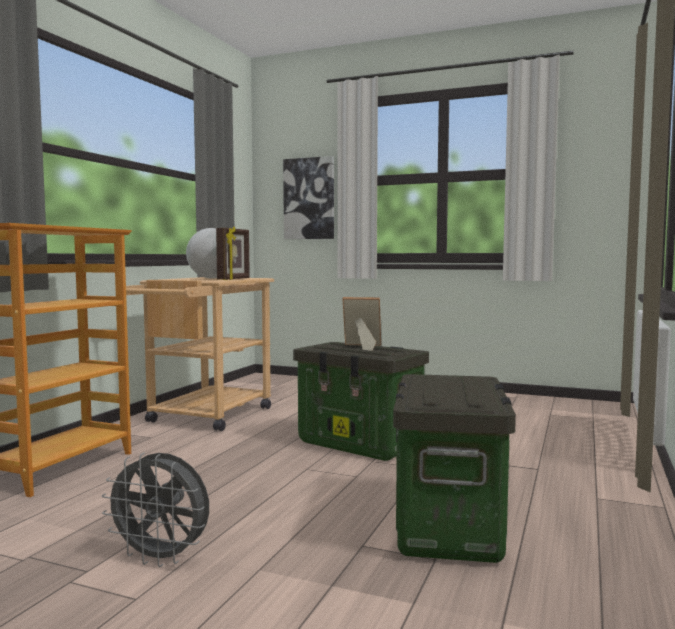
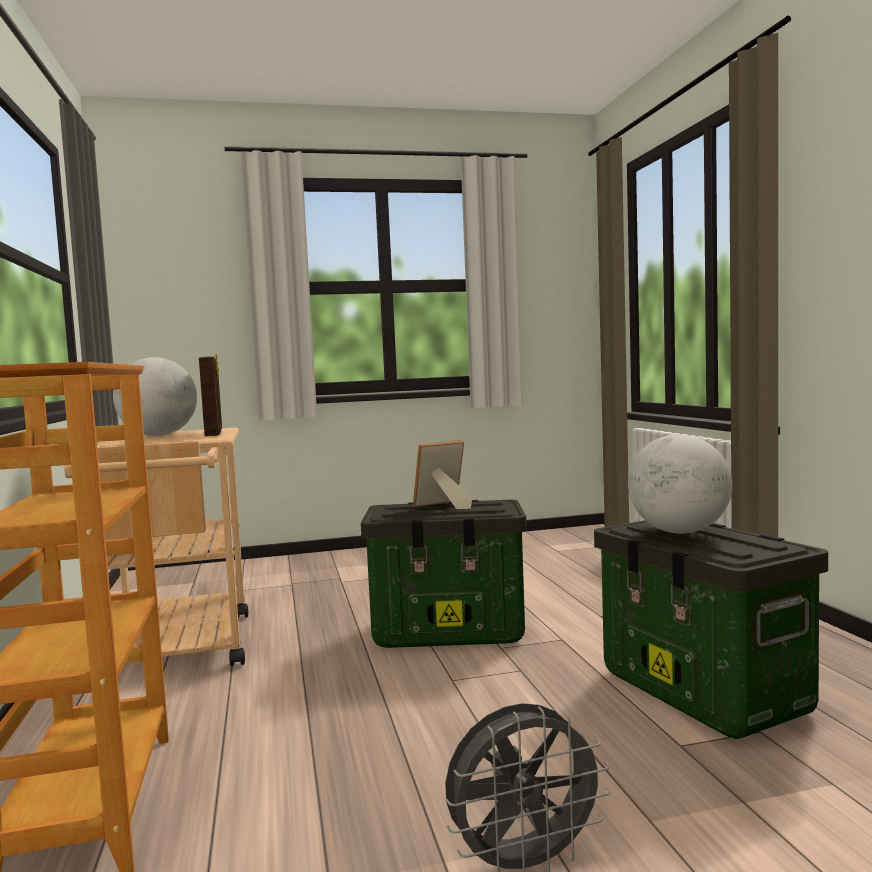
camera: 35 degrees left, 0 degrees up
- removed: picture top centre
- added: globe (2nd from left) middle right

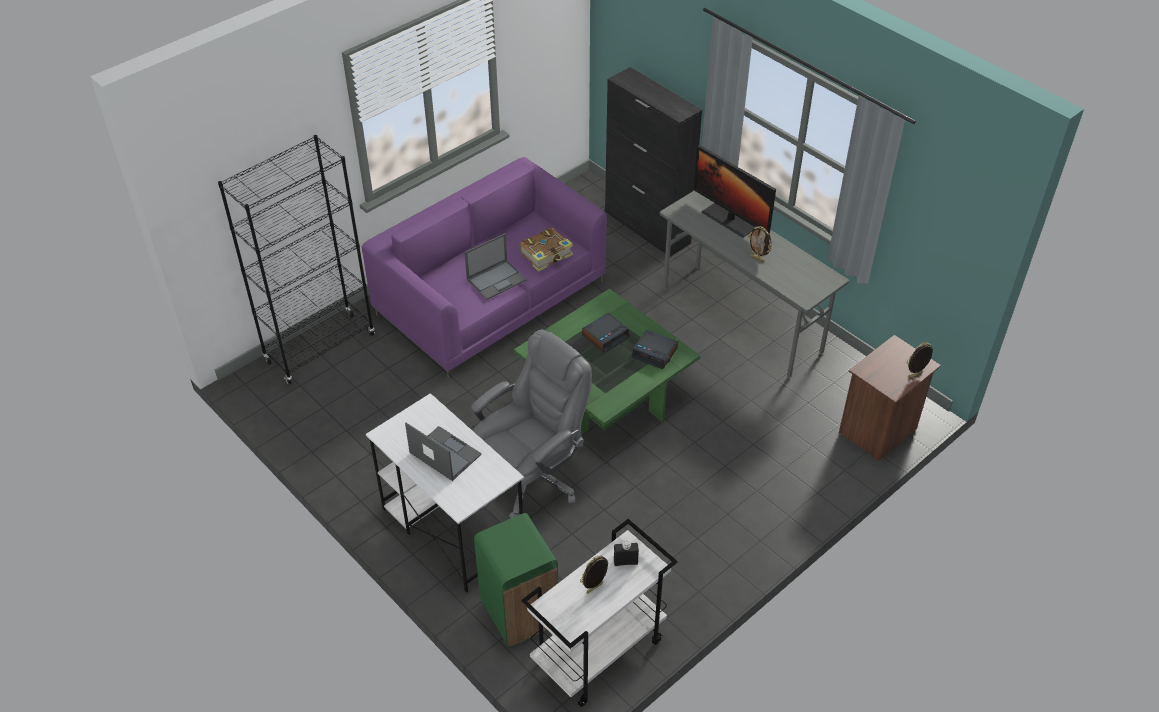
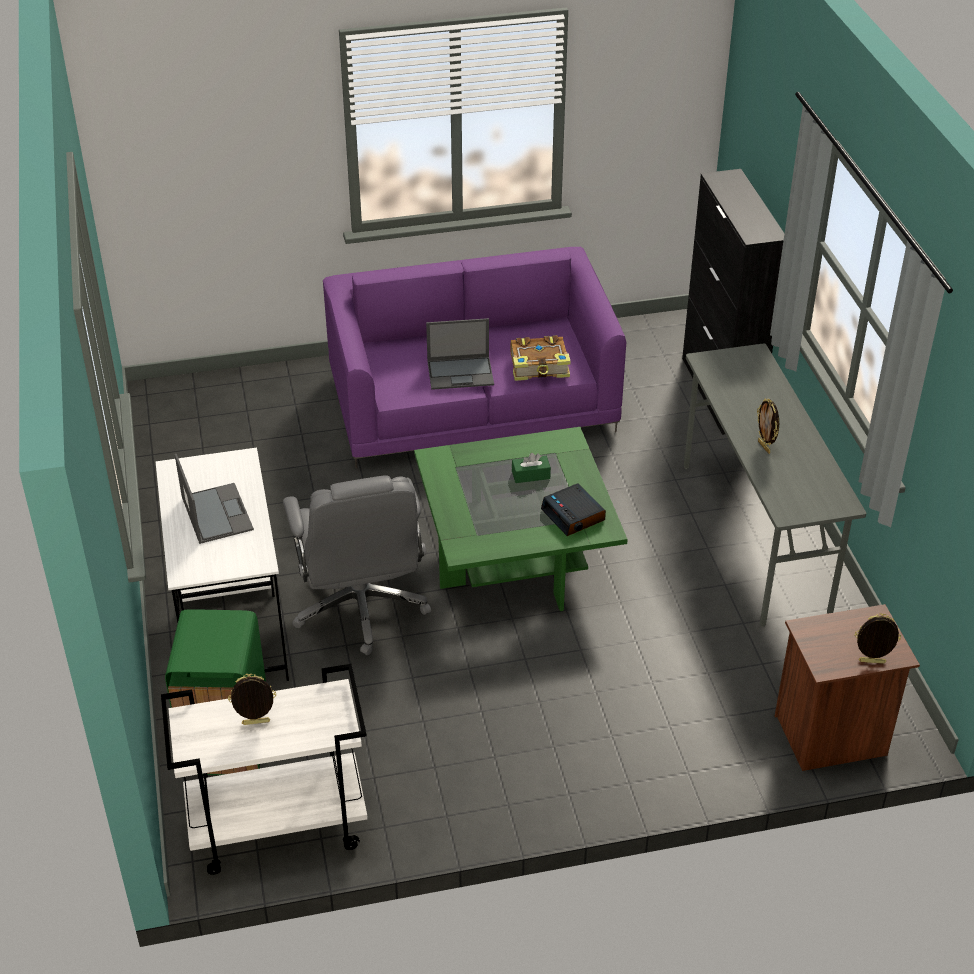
camera: 30 degrees right, 5 degrees down
- removed: black bookcase middle left
- removed: black bottle bottom centre
- removed: monitor top centre
- replaced: alarm clock (1st from left) centre to green tissue box centre
- turned: grey office chair centre = centre 90 degrees clockwise

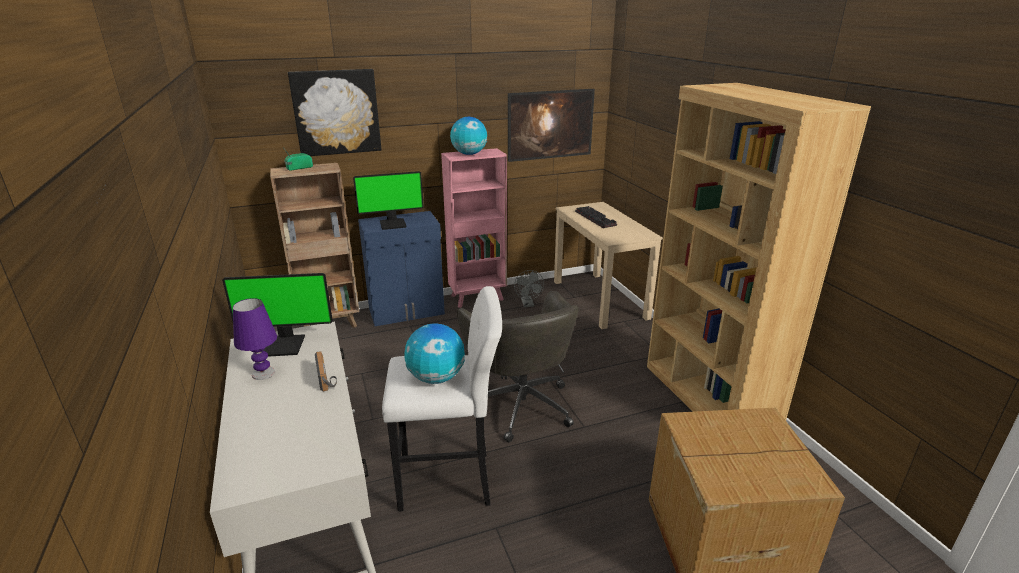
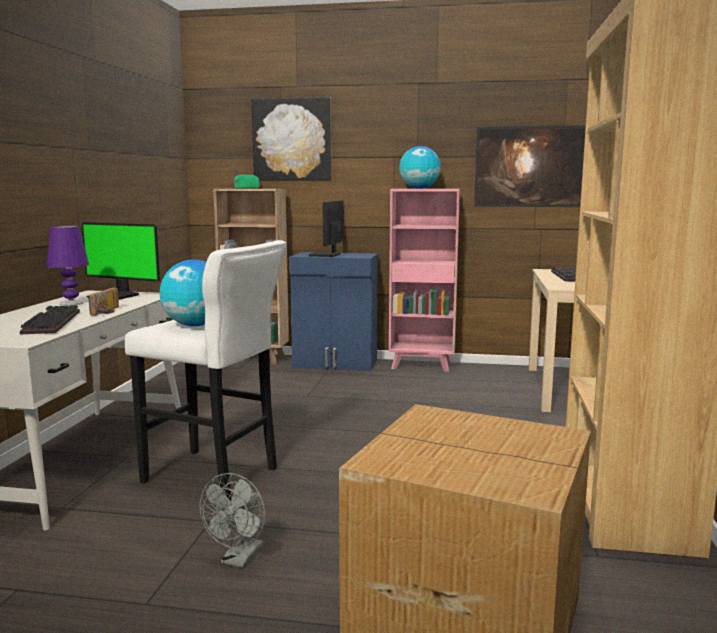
camera: 30 degrees right, 15 degrees down
- removed: grey office chair centre
- added: keyboard (1st from left) middle left
- moved: grey fan centre to bottom left
- turned: monitor (2nd from left) centre = centre 90 degrees clockwise

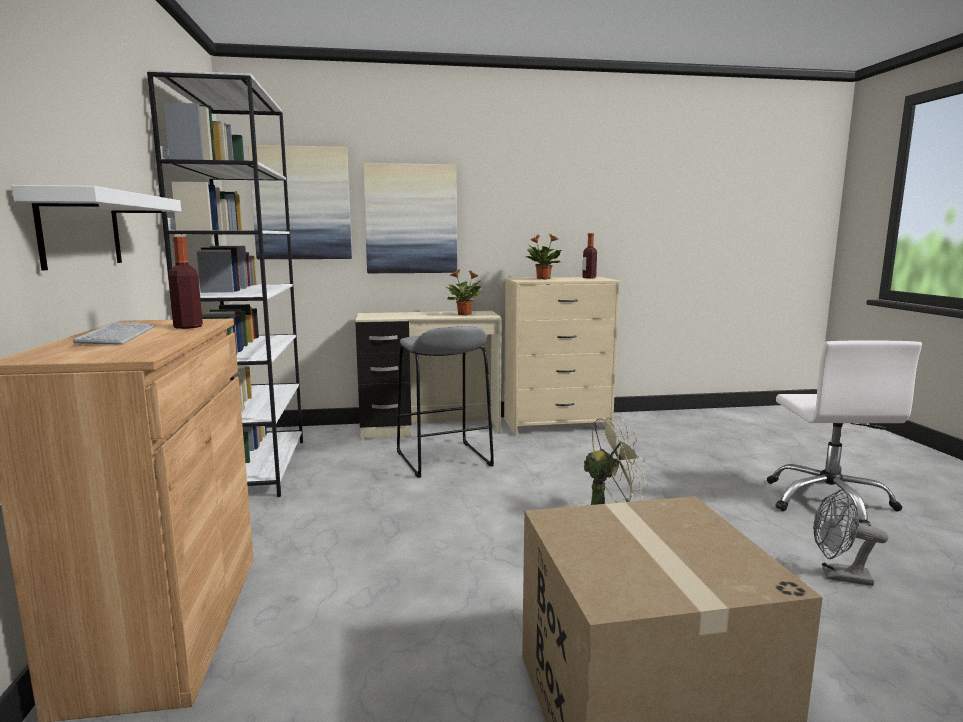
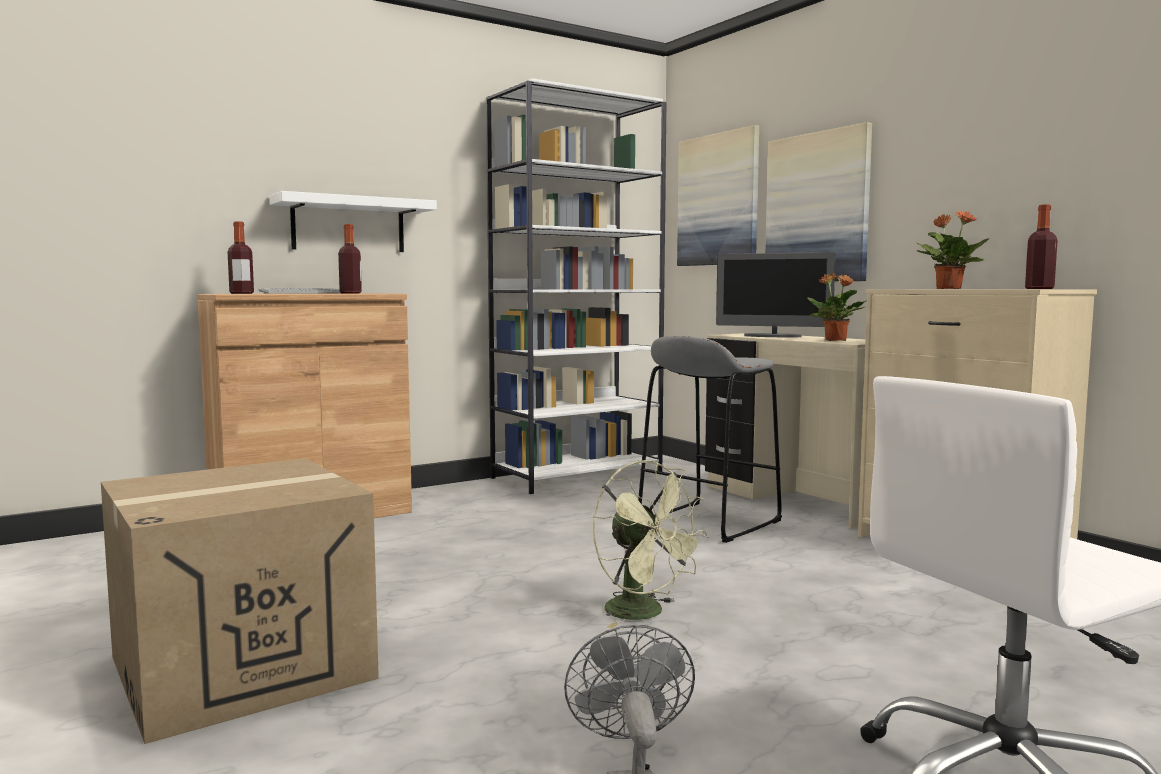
camera: 65 degrees right, 5 degrees down
- added: bottle (1st from left) top left
- added: monitor middle right

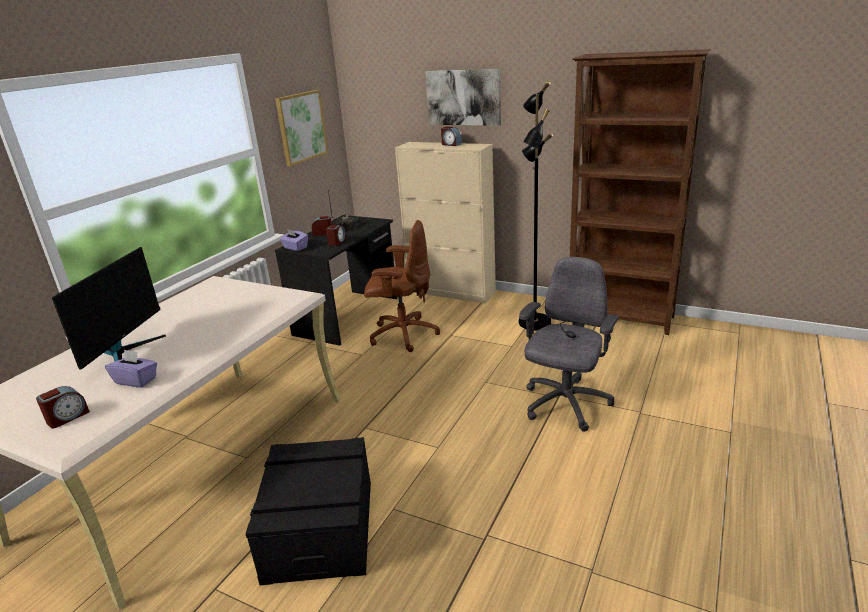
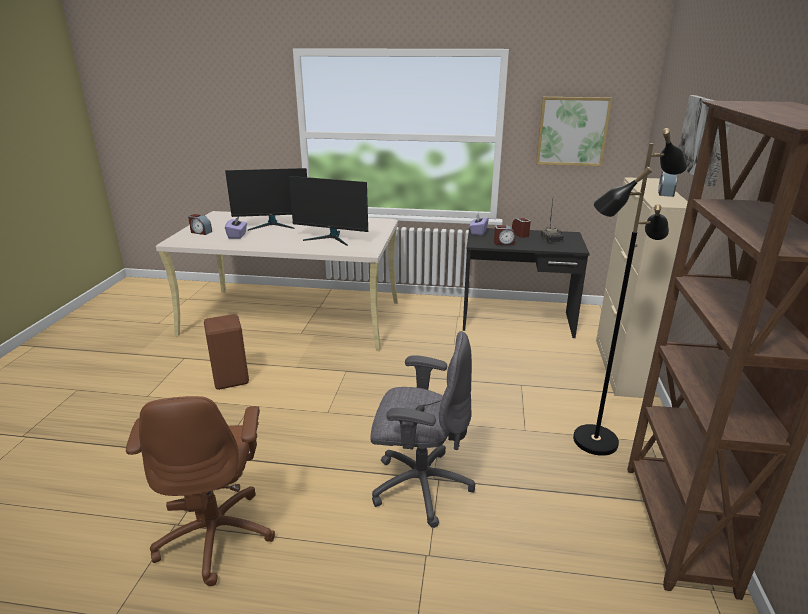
camera: 70 degrees right, 0 degrees up
- added: monitor (2nd from left) centre
- moved: brown office chair centre to bottom left
- replaced: black storage box bottom centre to brown stool middle left

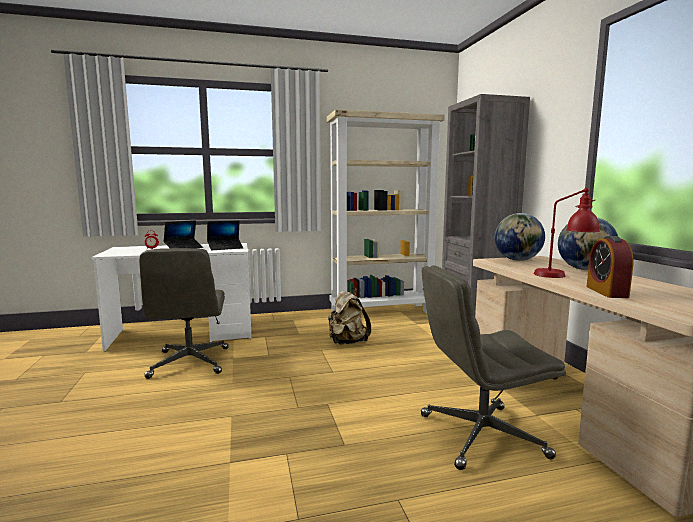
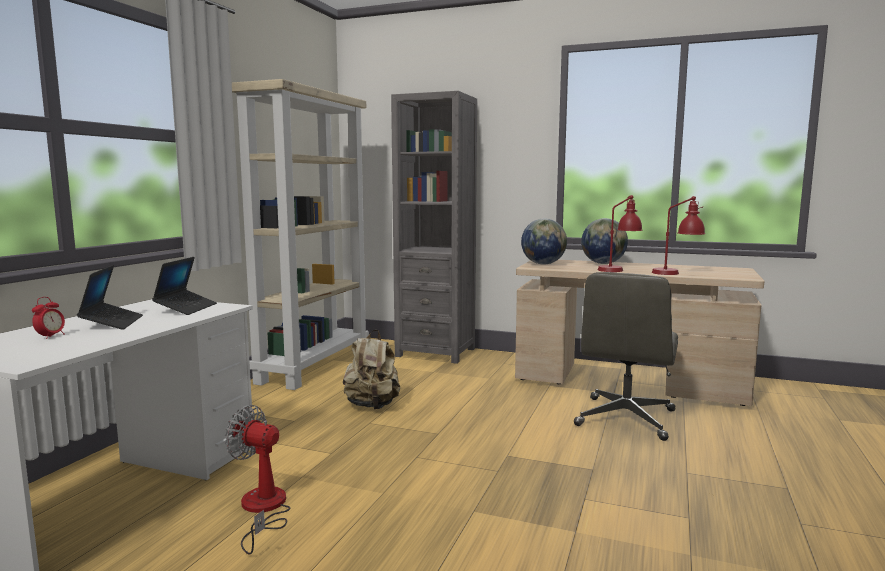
camera: 55 degrees left, 0 degrees up
- replaced: grey office chair (1st from left) middle left to fan bottom left
- replaced: alarm clock (2nd from left) middle right to red table lamp (2nd from left) middle right

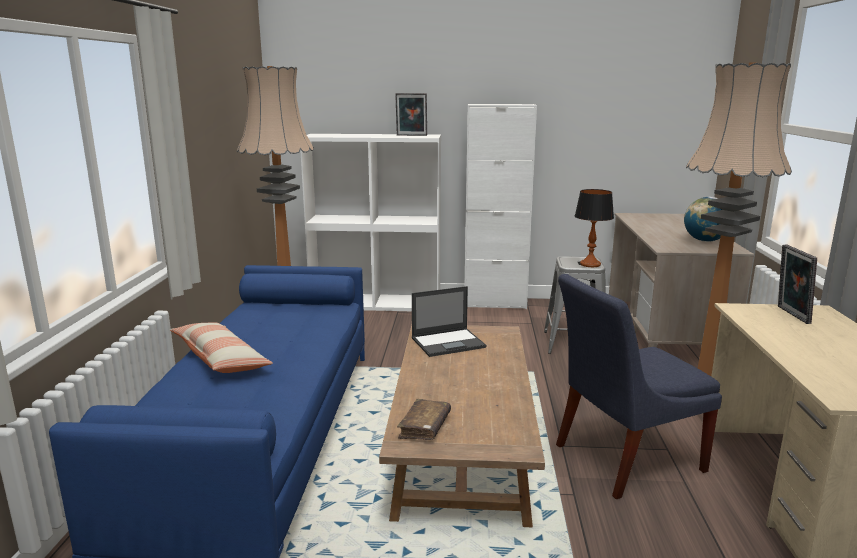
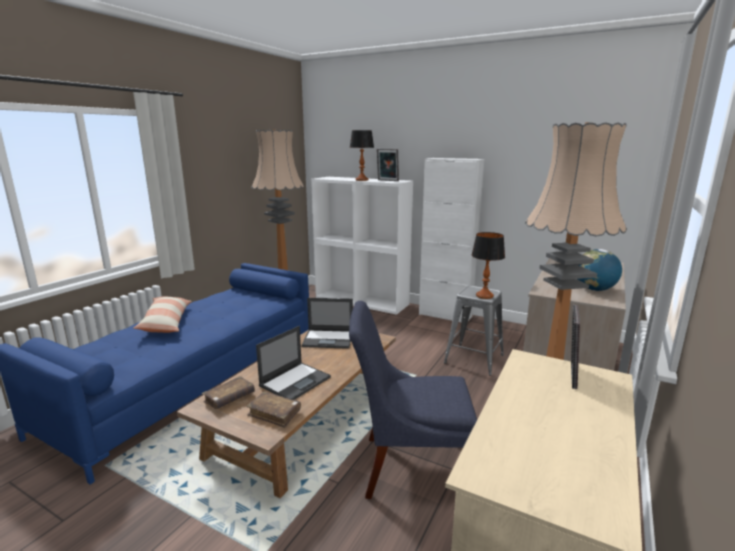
camera: 25 degrees right, 0 degrees up
- added: brown book (2nd from left) bottom centre
- added: laptop (1st from left) centre
- added: table lamp (1st from left) top centre

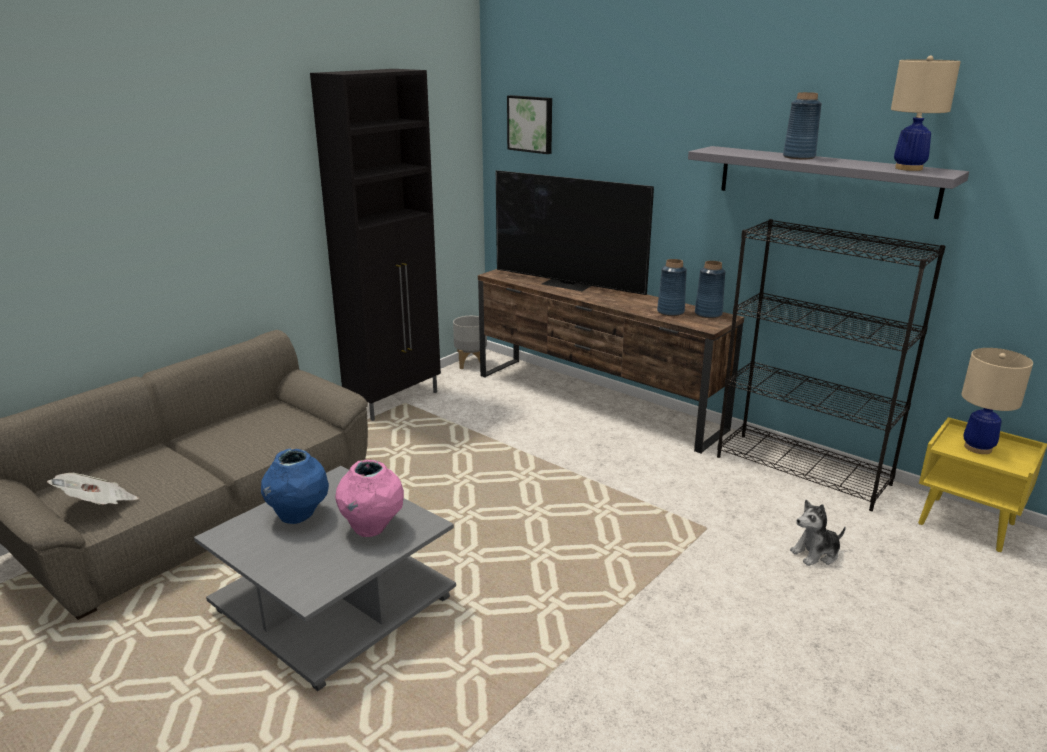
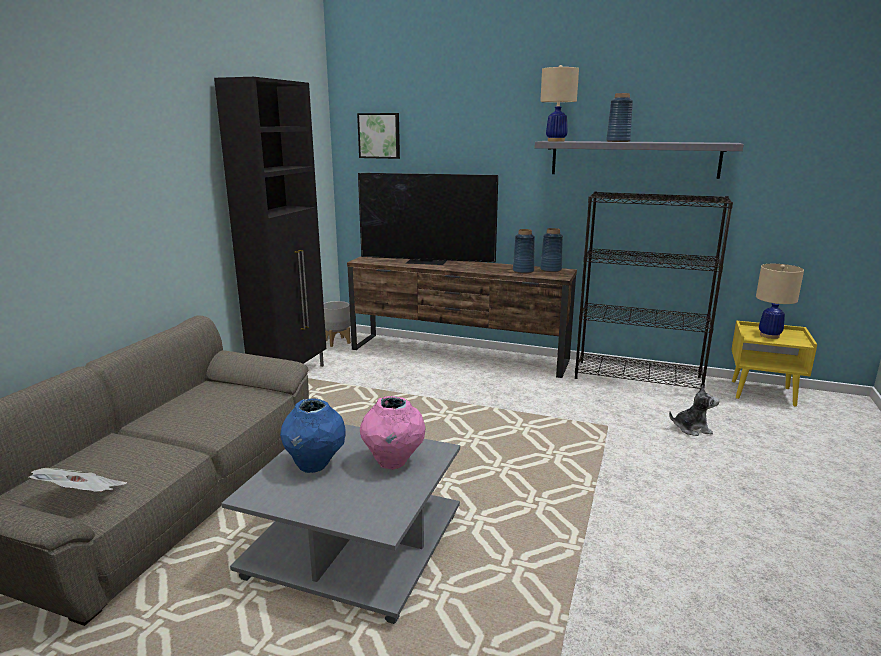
camera: 20 degrees left, 5 degrees down
- moved: beige table lamp (1st from left) top right to top centre
- turned: plush toy bottom right = middle right 135 degrees counterclockwise

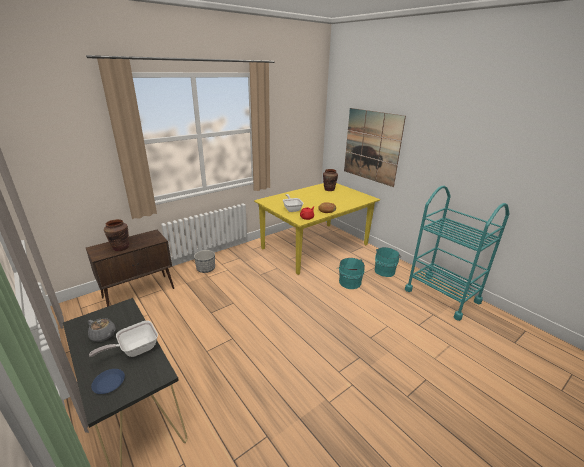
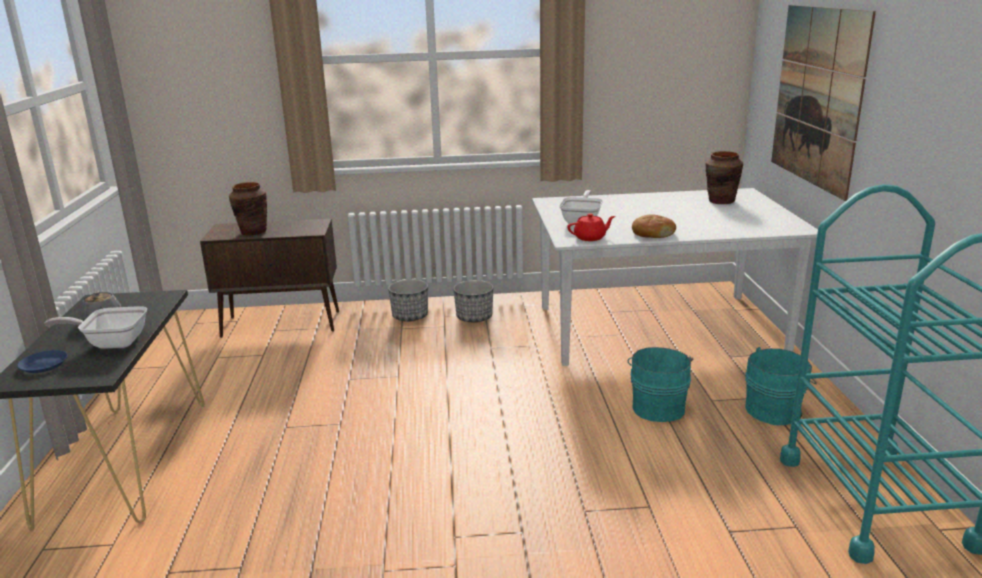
camera: 35 degrees right, 5 degrees down
- added: planter (2nd from left) centre
- recoloured: yellow dining table centre to white dining table middle right

